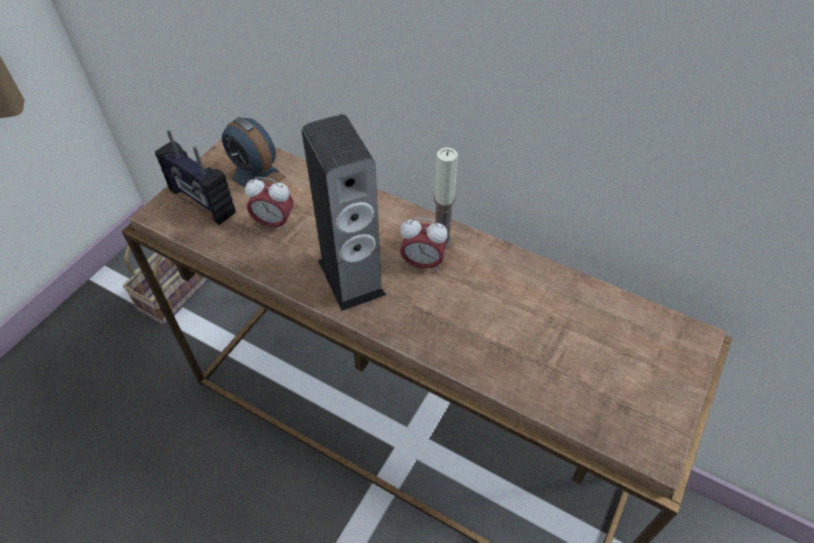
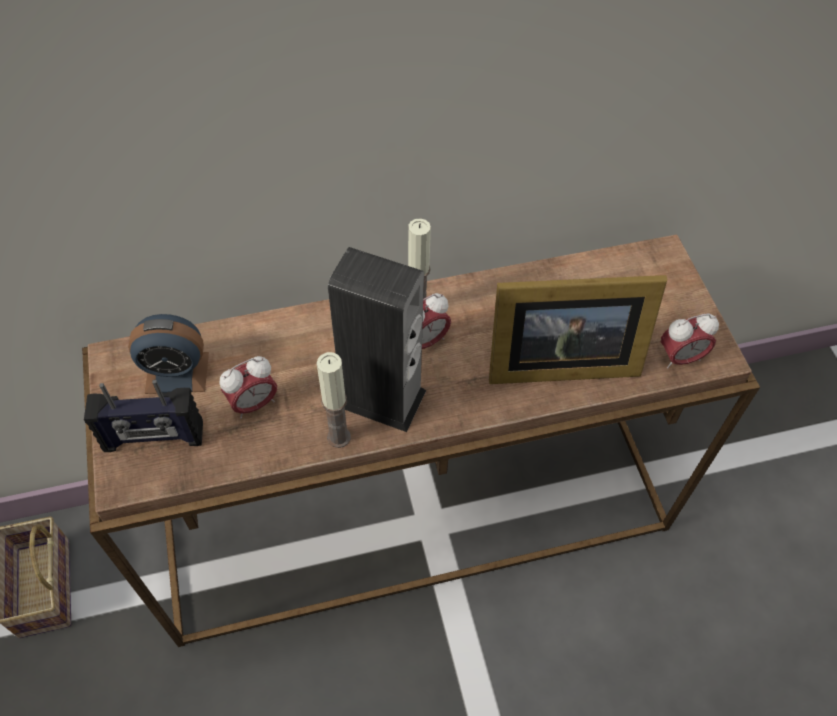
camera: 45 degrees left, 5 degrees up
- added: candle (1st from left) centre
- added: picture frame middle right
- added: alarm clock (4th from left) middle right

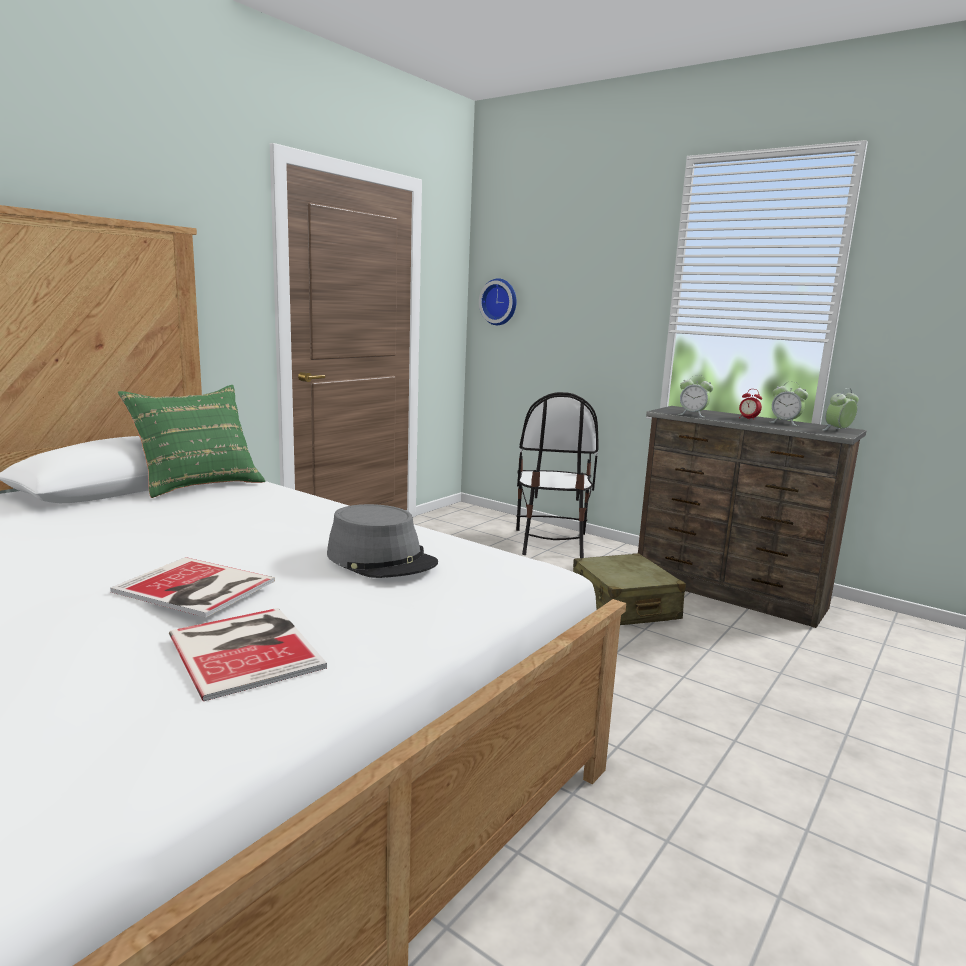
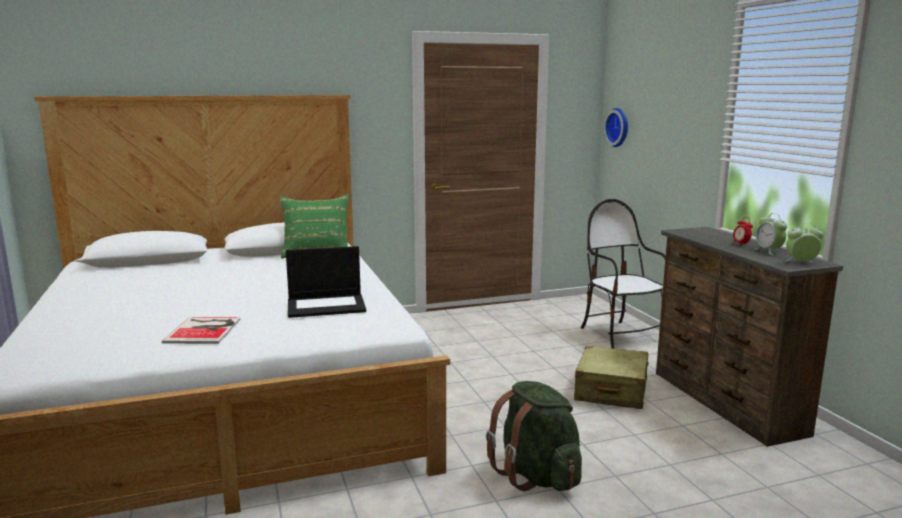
camera: 35 degrees right, 0 degrees up
- removed: book (1st from left) middle left
- removed: alarm clock (1st from left) middle right
- added: green backpack bottom centre
- replaced: grey hat centre to laptop centre
- turned: chair centre = middle right 120 degrees clockwise

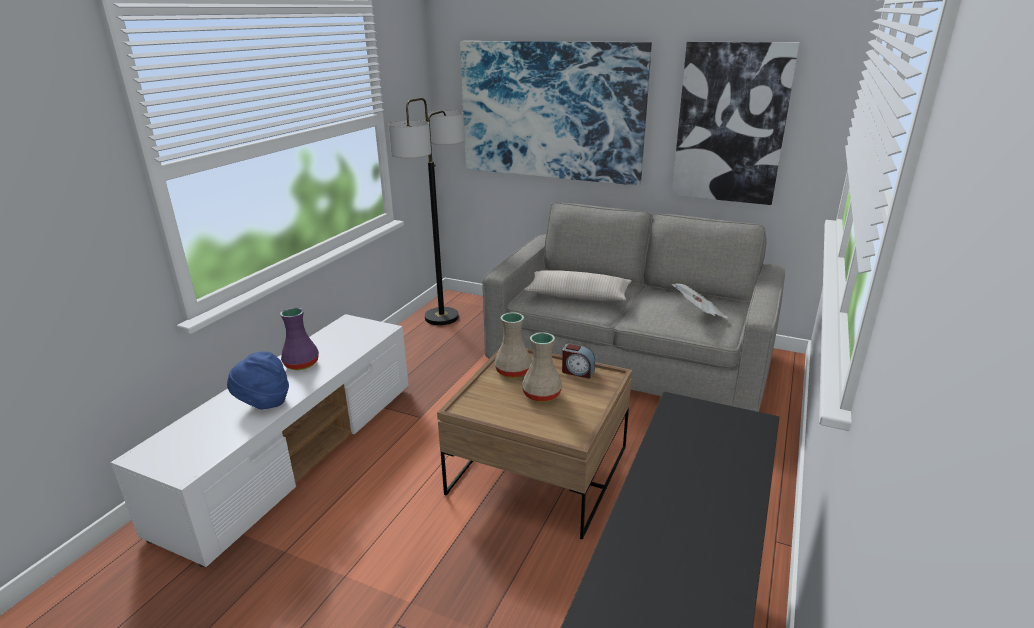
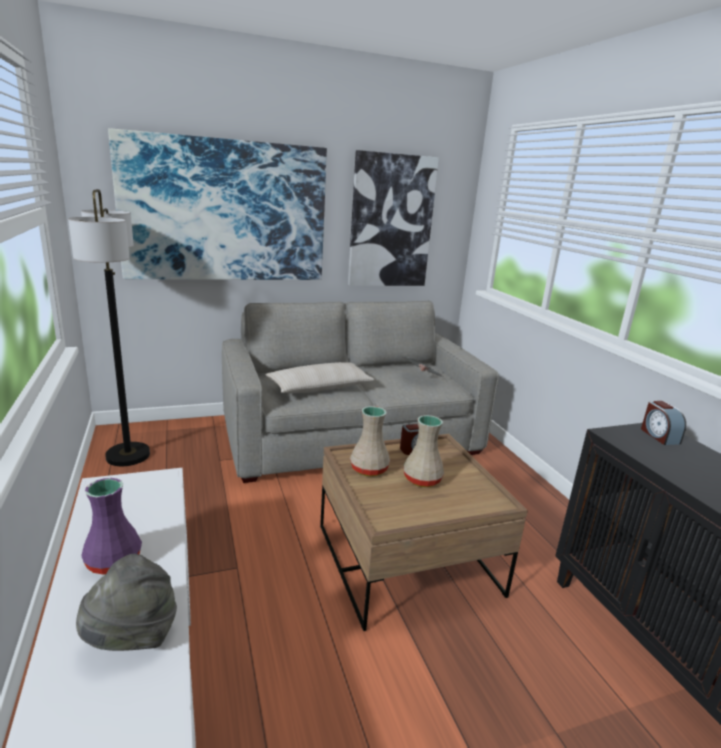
camera: 45 degrees left, 5 degrees down
- added: alarm clock (2nd from left) middle right
- recoloured: blue hat middle left to grey hat bottom left

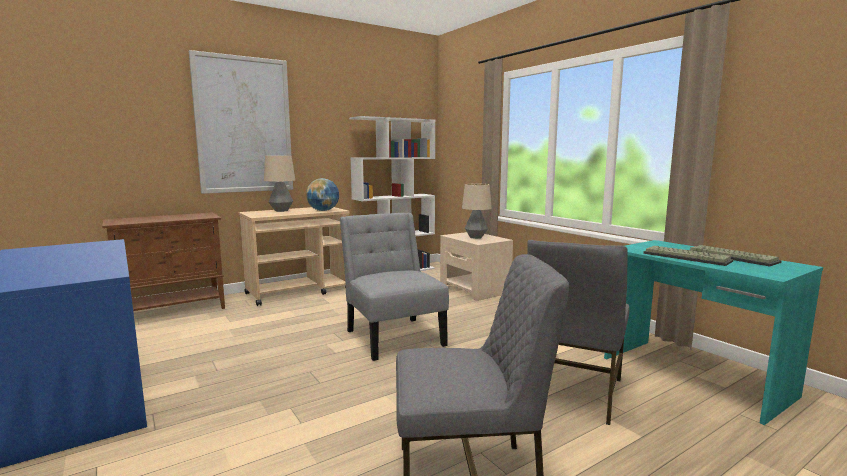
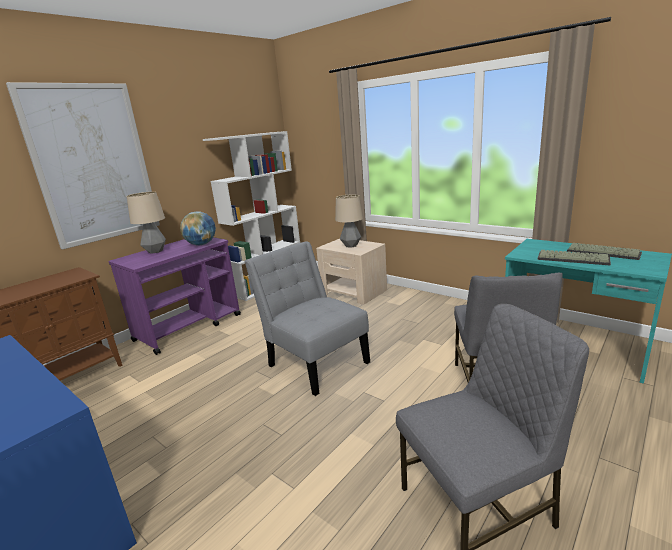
camera: 15 degrees left, 10 degrees up
- recoloured: beige cart centre to purple cart middle left

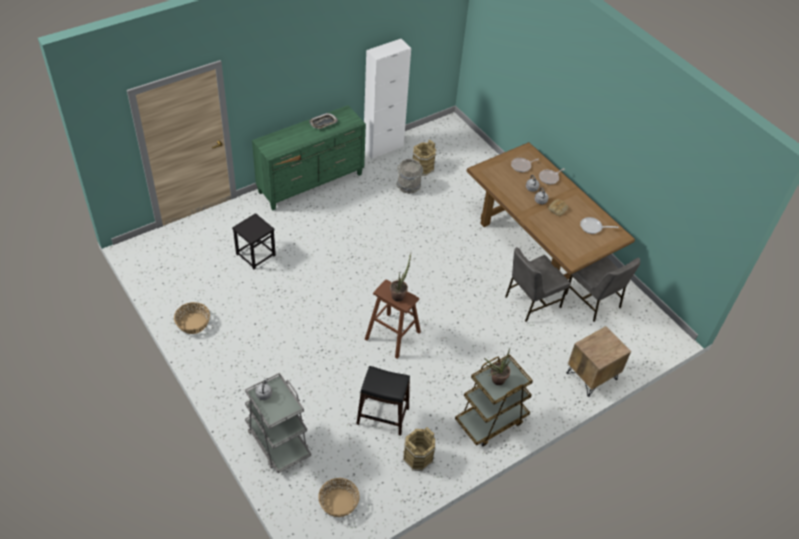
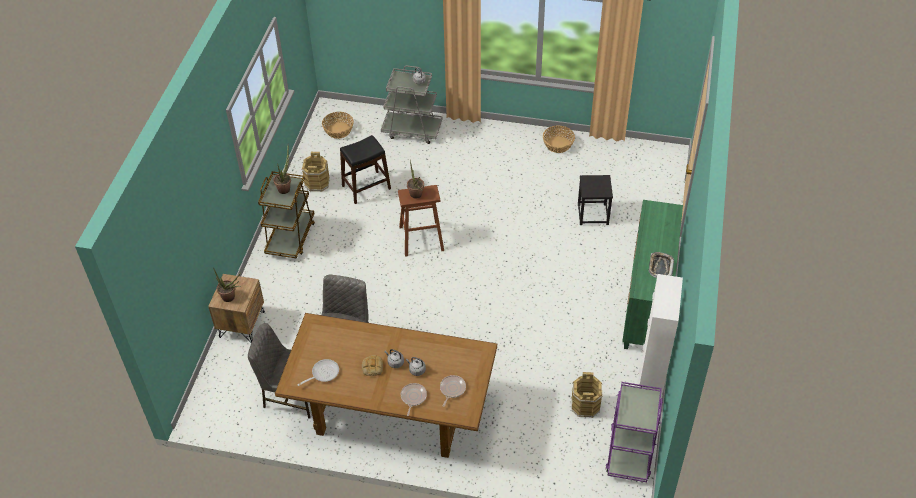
camera: 140 degrees right, 0 degrees up
- removed: grey bucket top centre
- added: potted plant (1st from left) middle left
- added: purple cart bottom right

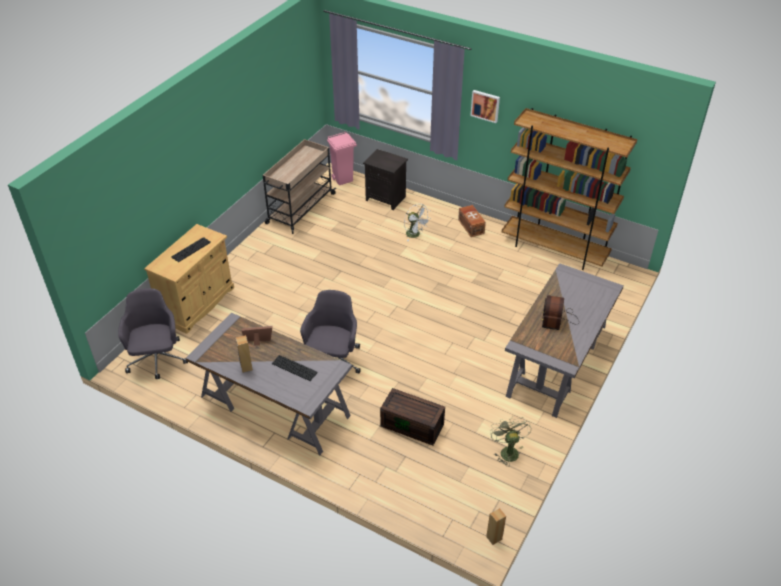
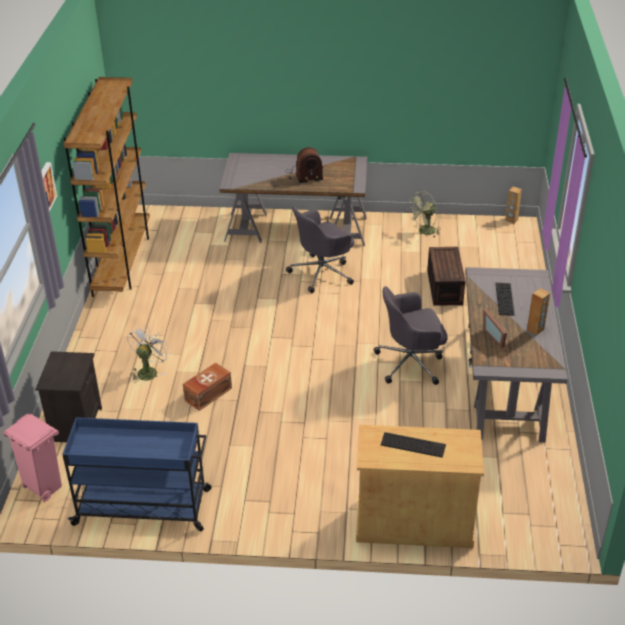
camera: 115 degrees left, 5 degrees down
- moved: grey office chair (1st from left) middle left to centre
- moved: brown storage box (2nd from left in the first image) centre to brown storage box (1st from left) middle left
- recoloured: beige cart top centre to blue cart bottom left

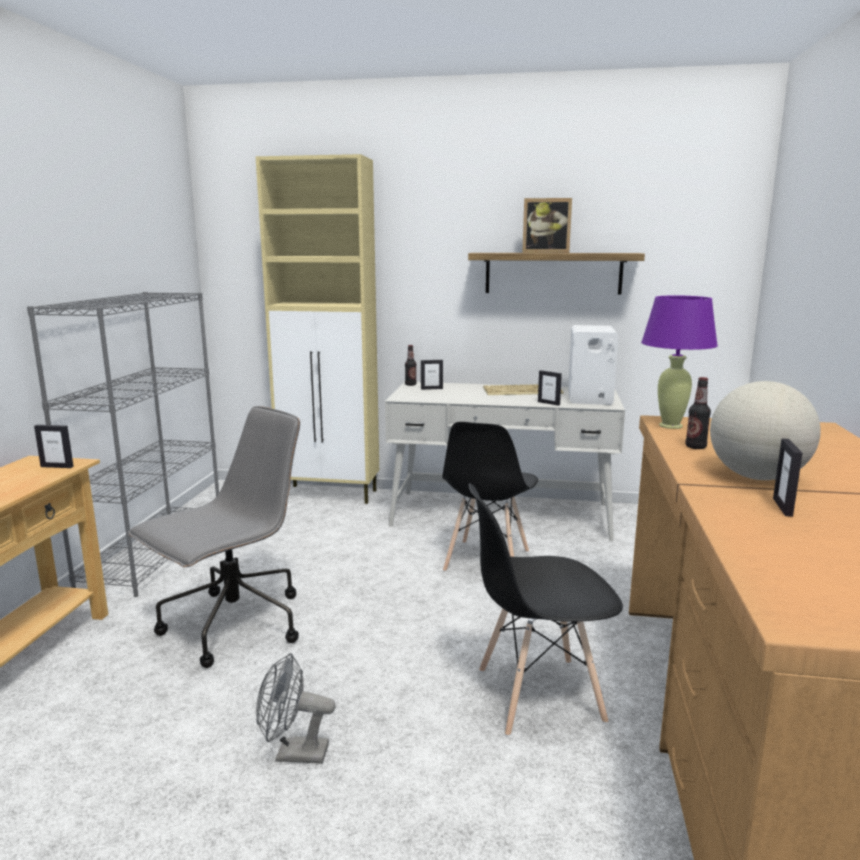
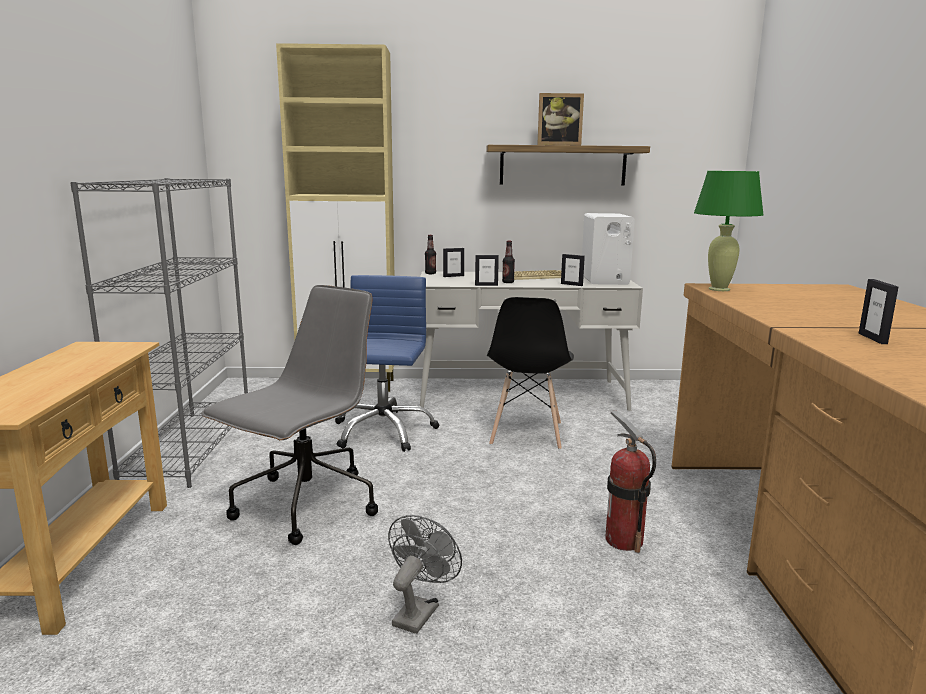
camera: 10 degrees left, 0 degrees up
- removed: globe middle right
- added: blue office chair centre
- moved: picture frame (1st from left in the first image) middle left to picture frame (2nd from left) centre
- moved: bottle (2nd from left) middle right to centre
- replaced: black chair (2nd from left) bottom centre to fire extinguisher bottom right
- recoloured: purple table lamp middle right to green table lamp top right
- turned: grey fan bottom centre = bottom centre 120 degrees clockwise

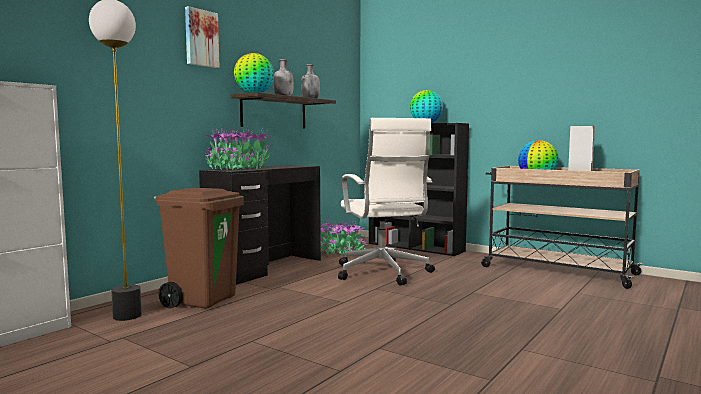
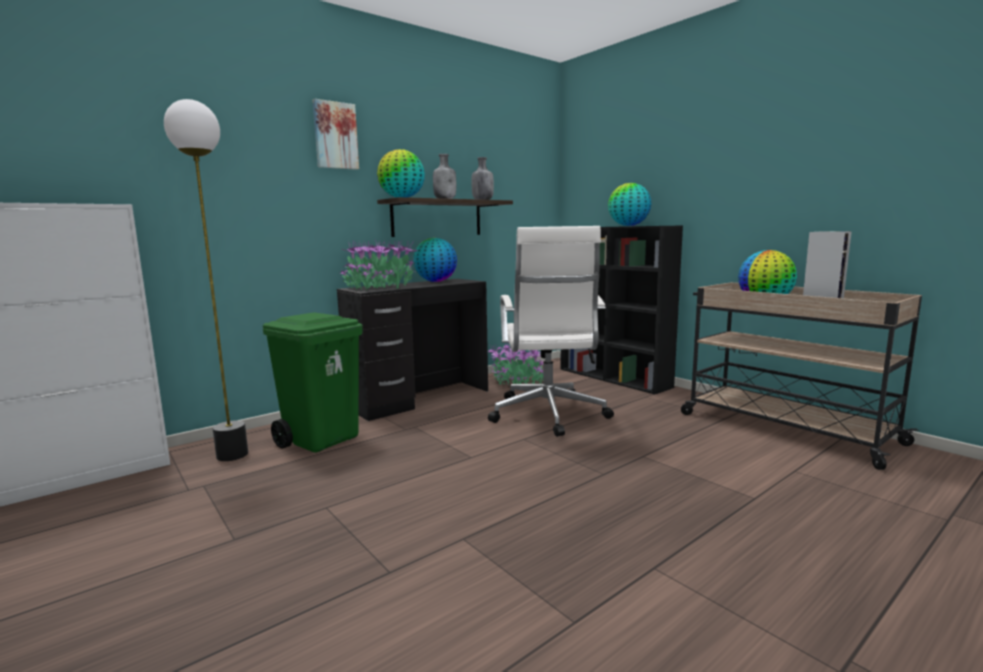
camera: 15 degrees right, 5 degrees up
- added: globe (2nd from left) centre
- recoloured: brown trash can middle left to green trash can middle left

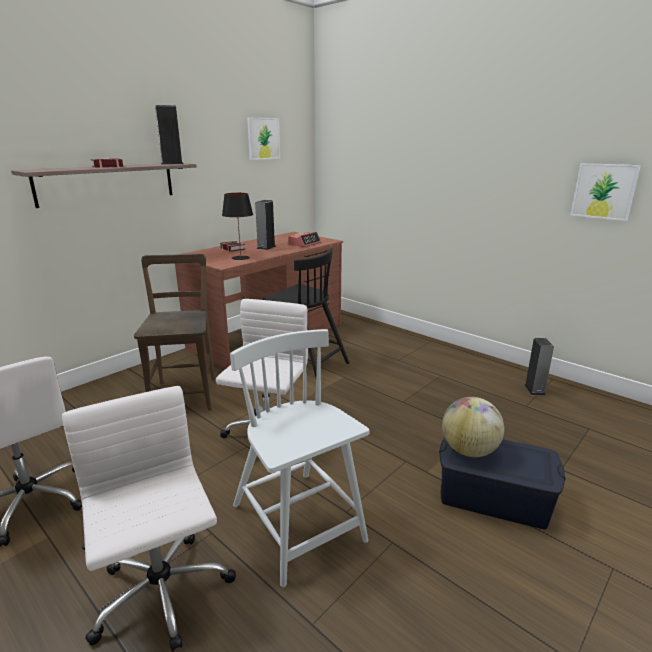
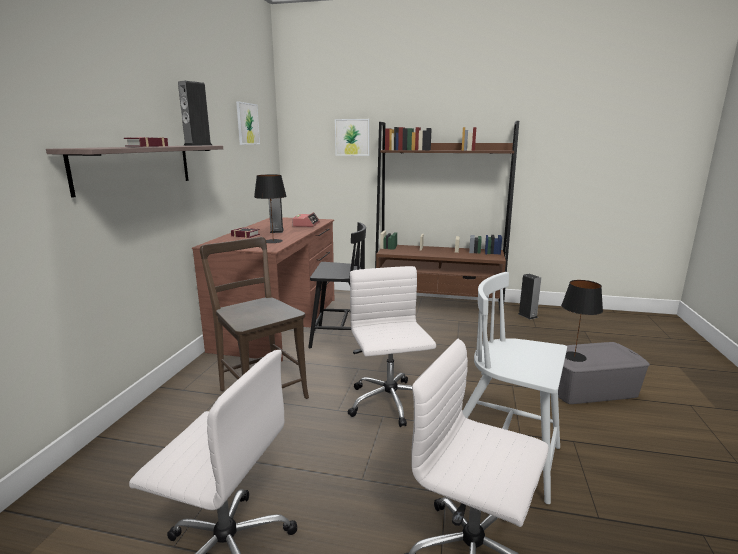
camera: 30 degrees left, 5 degrees down
- added: brown bookcase centre
- moved: picture (2nd from left) top right to top centre
- replaced: globe middle right to black table lamp (2nd from left) middle right
- recoloured: blue storage box bottom right to grey storage box bottom right

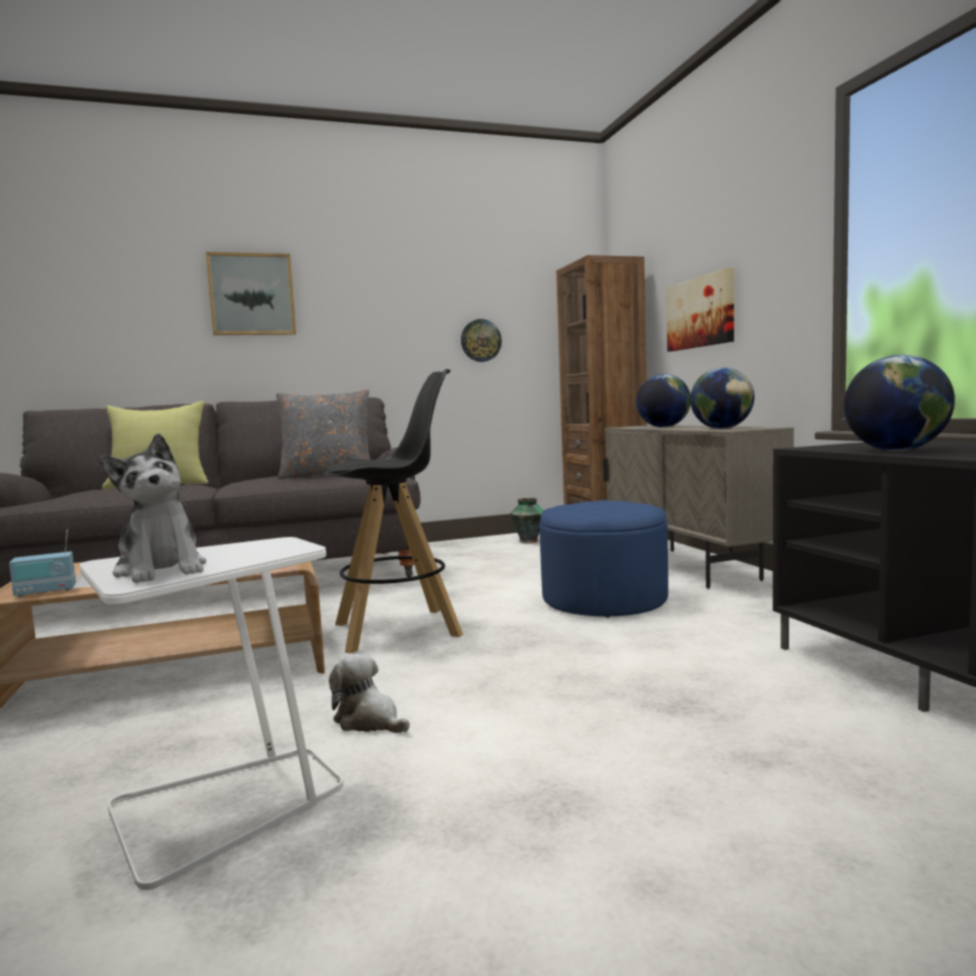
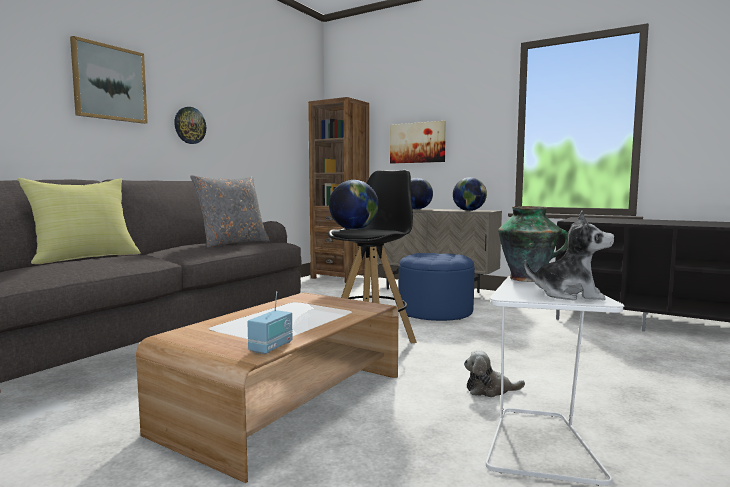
camera: 40 degrees left, 0 degrees up
- moved: wall clock centre to top left
- moved: vase centre to middle right
- moved: globe (3rd from left in the first image) middle right to globe (1st from left) centre

